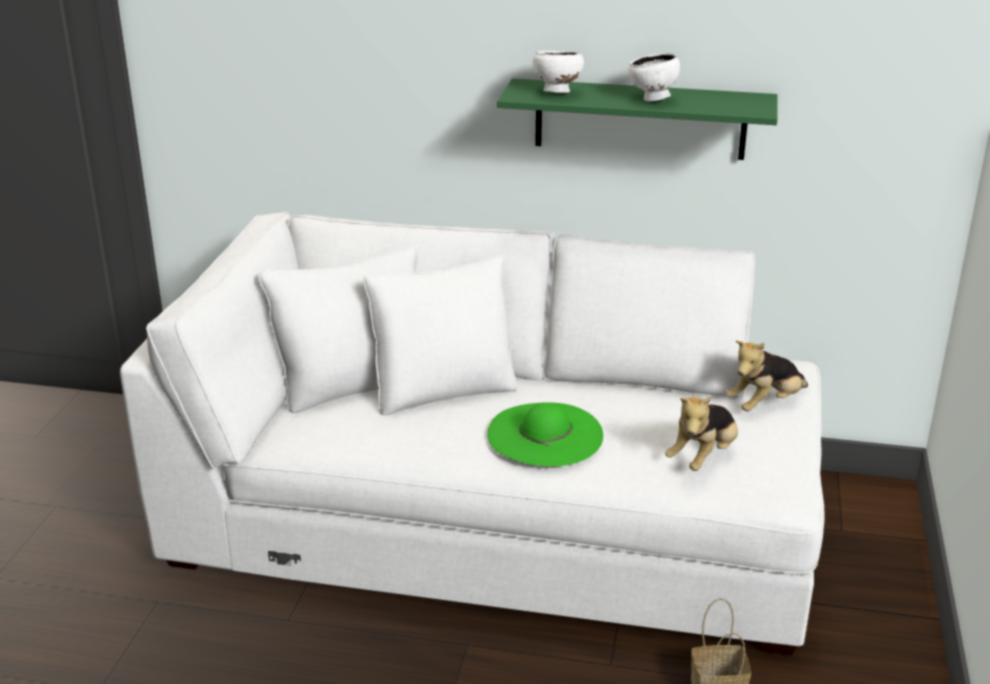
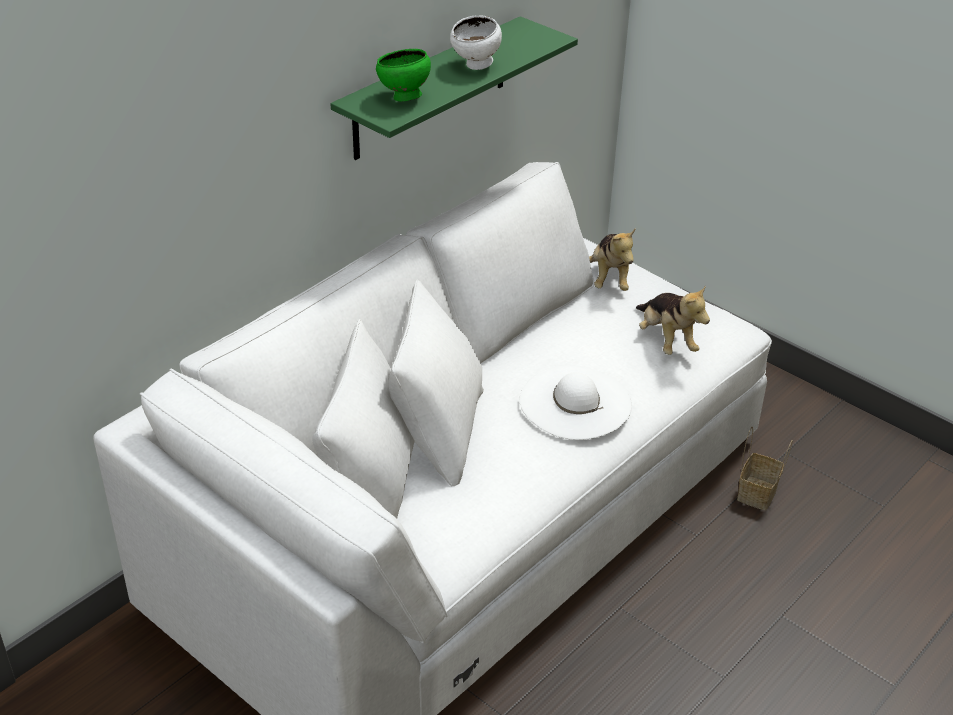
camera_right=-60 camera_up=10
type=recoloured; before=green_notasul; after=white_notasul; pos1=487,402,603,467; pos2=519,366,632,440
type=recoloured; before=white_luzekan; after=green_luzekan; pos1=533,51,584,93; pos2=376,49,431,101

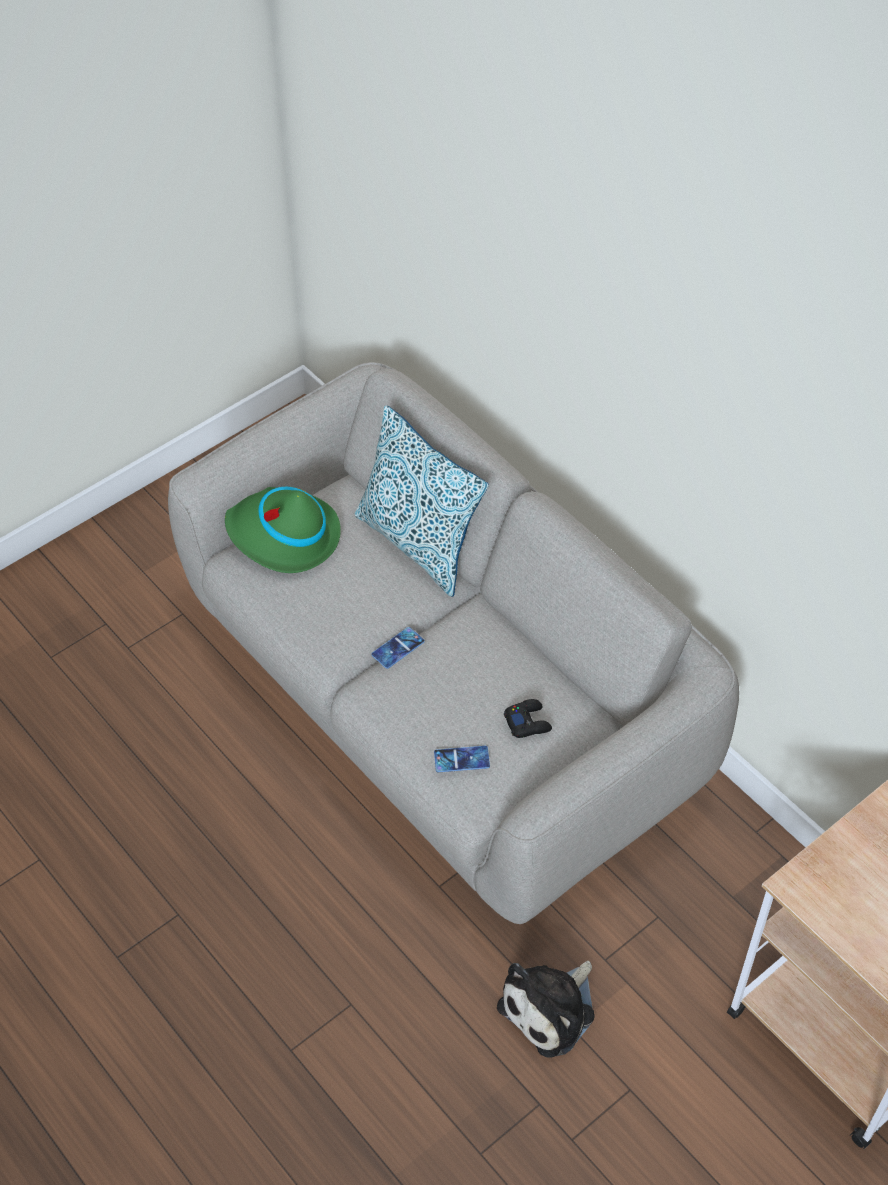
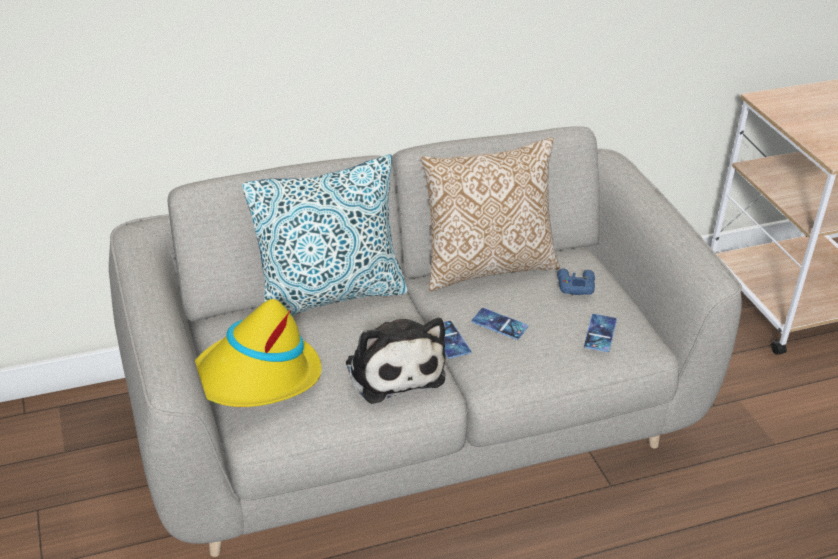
camera_right=-70 camera_up=-15
type=recoloured; before=green_notasul; after=yellow_notasul; pos1=225,487,341,573; pos2=195,299,322,407
type=moved; before=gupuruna; pos1=497,961,595,1058; pos2=346,318,446,404
type=recoloured; before=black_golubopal; after=blue_golubopal; pos1=504,699,552,738; pos2=557,269,595,295
type=added; after=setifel; pos2=421,137,560,291
type=added; after=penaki; pos2=471,308,528,340

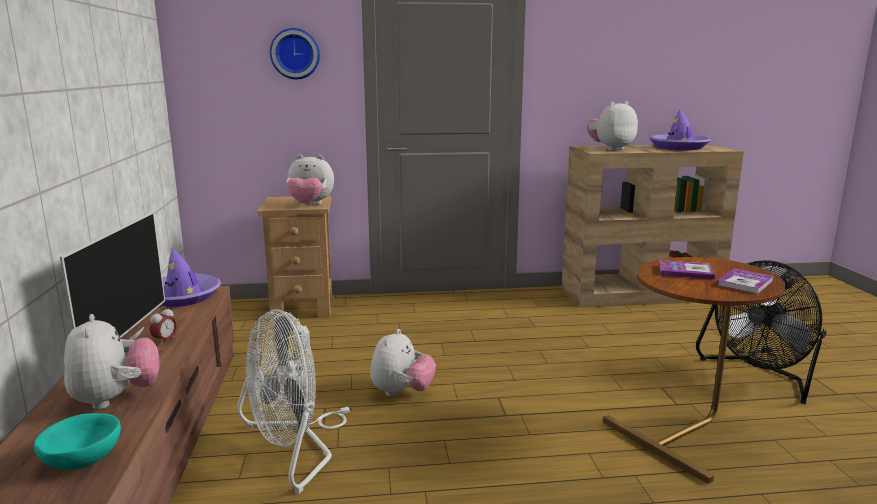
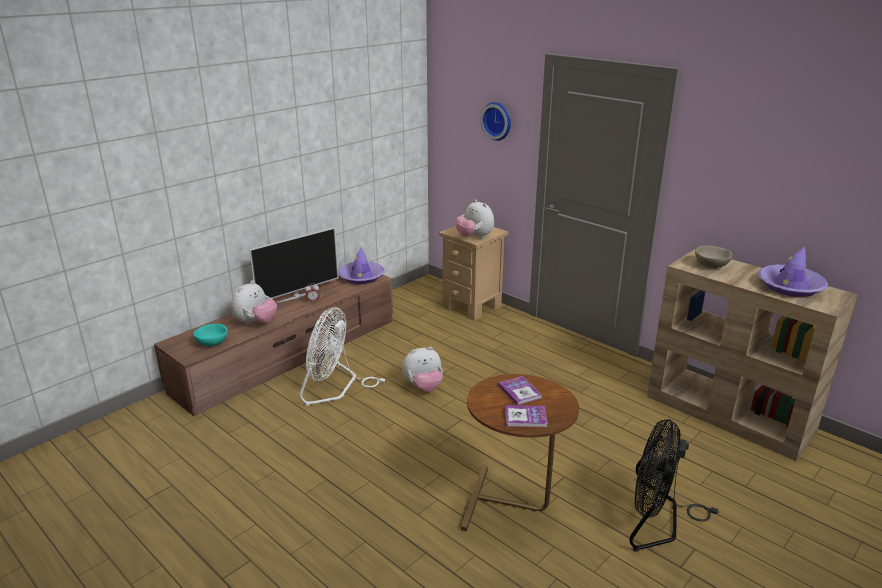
camera_right=50 camera_up=10
type=replaced; before=gupuruna; after=beige_luzekan; pos1=586,101,638,151; pos2=695,245,732,268

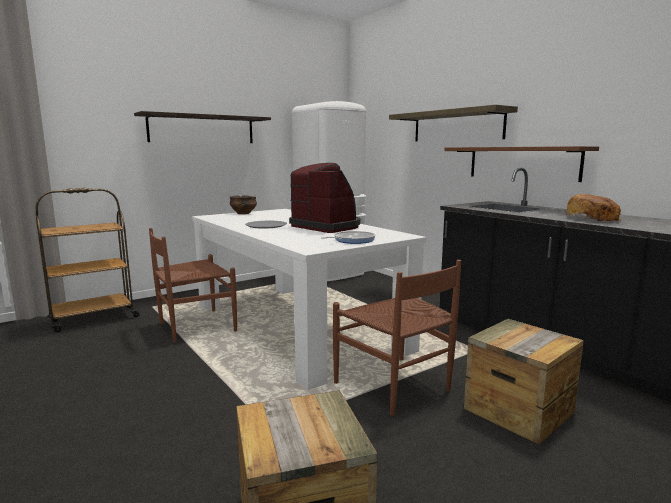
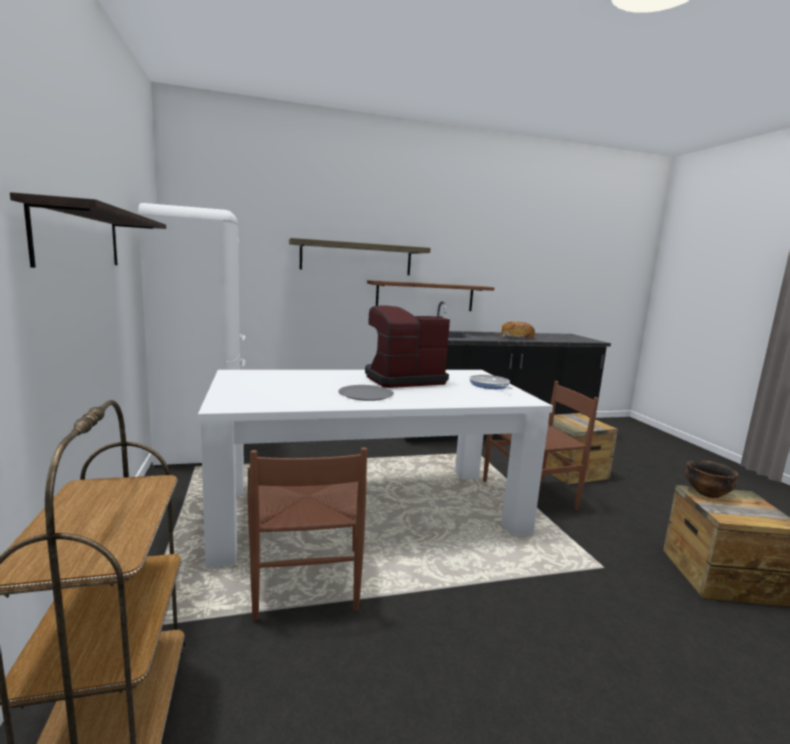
camera_right=-70 camera_up=0
type=moved; before=luzekan; pos1=230,195,257,214; pos2=685,460,738,498

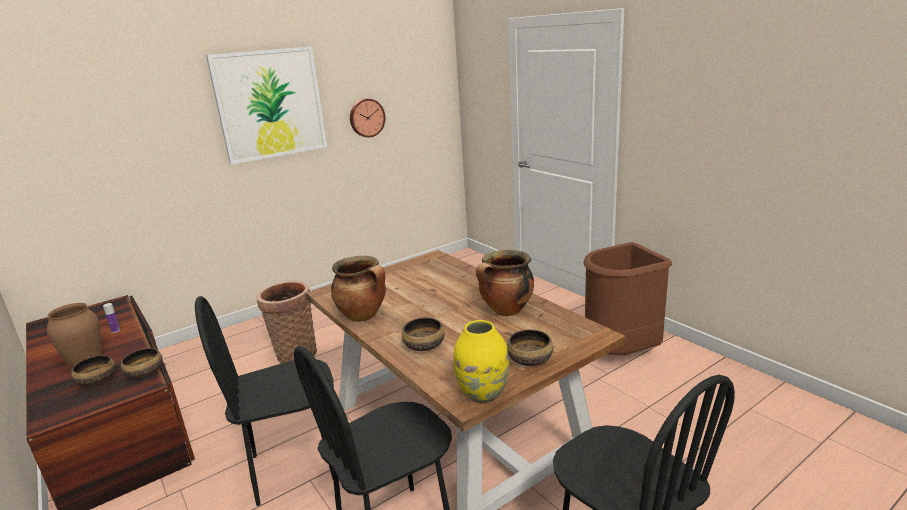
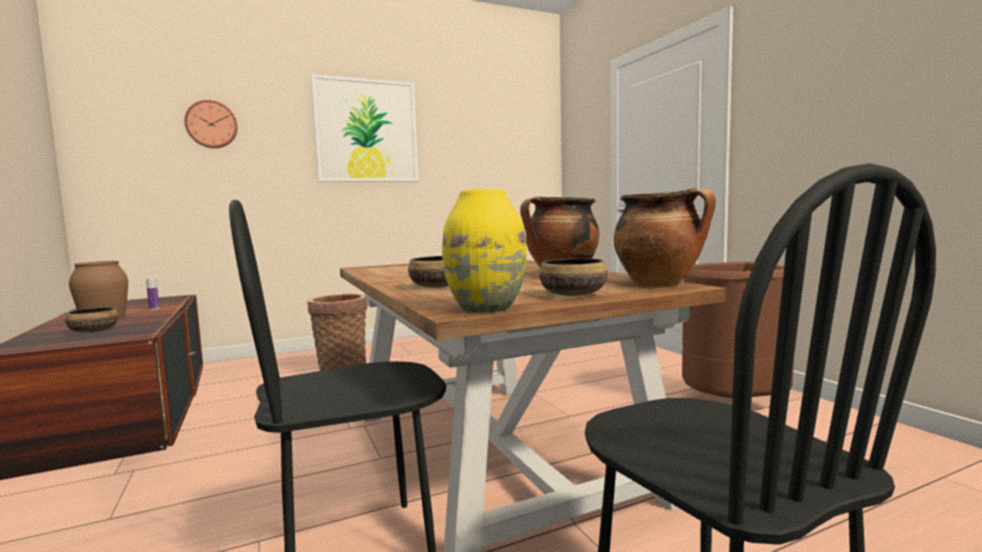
camera_right=10 camera_up=-15
type=removed; before=luzekan; pos1=121,348,163,378
type=removed; before=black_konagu; pos1=195,296,334,506
type=moved; before=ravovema; pos1=331,256,386,322; pos2=614,188,716,287
type=moved; before=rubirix; pos1=350,99,385,137; pos2=185,100,237,148

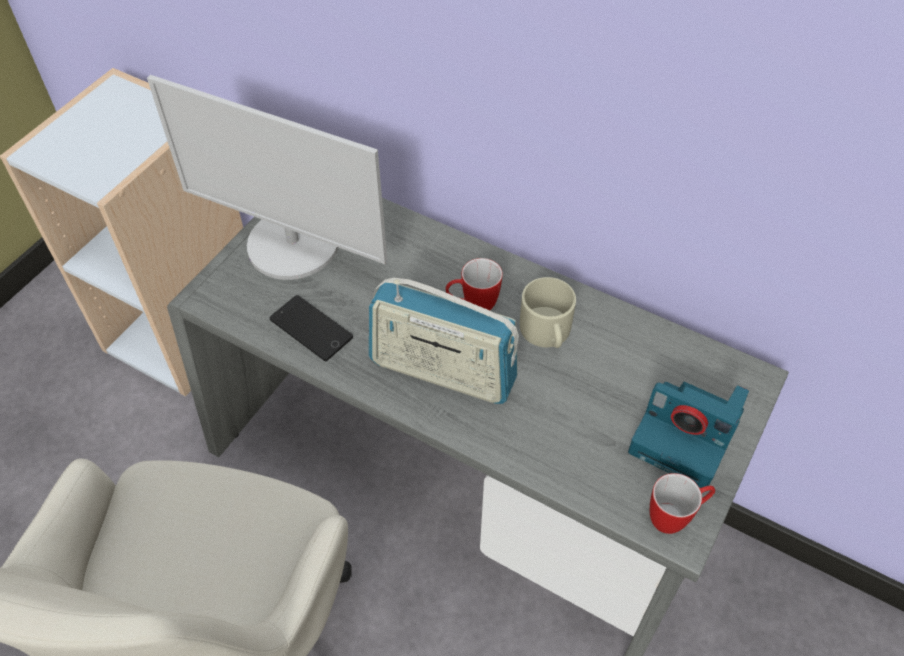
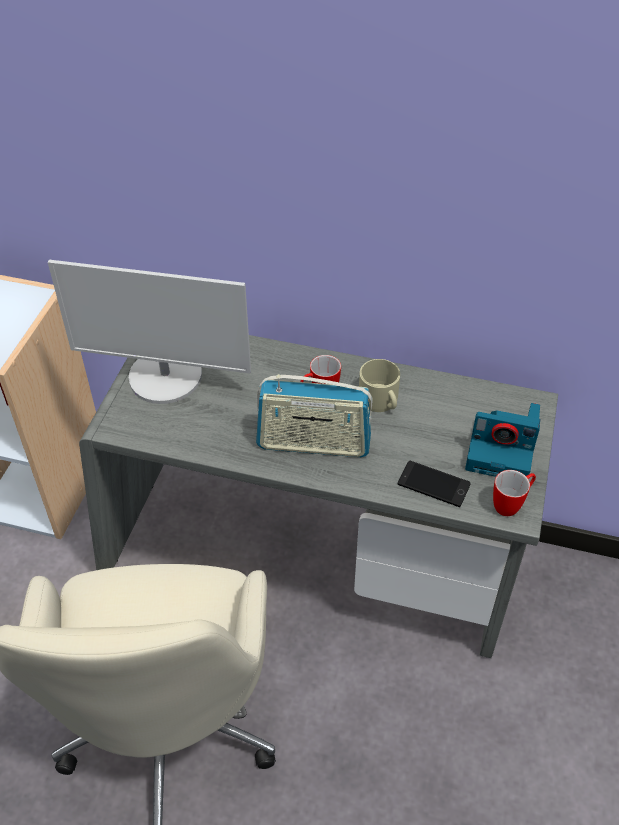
camera_right=-15 camera_up=-5
type=moved; before=penaki; pos1=270,295,353,361; pos2=398,461,471,507

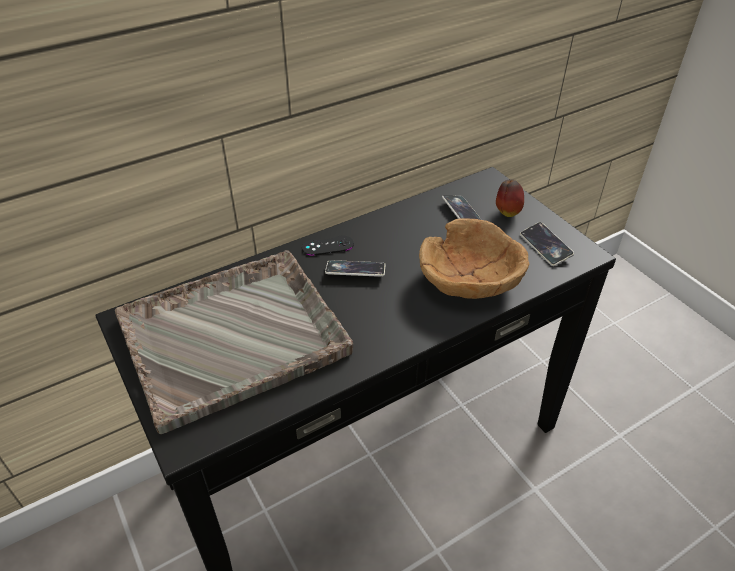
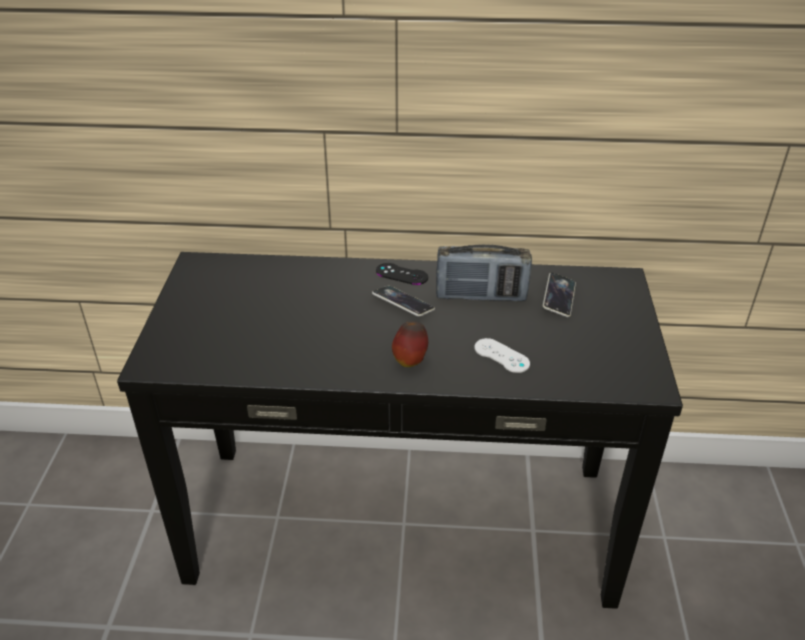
camera_right=35 camera_up=-5
type=removed; before=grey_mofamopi; pos1=115,250,353,434
type=replaced; before=brown_luzekan; after=white_golubopal; pos1=419,218,529,299; pos2=474,338,530,373
type=moved; before=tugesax; pos1=496,179,524,217; pos2=392,321,428,367
type=removed; before=penaki; pos1=520,222,574,266
type=added; after=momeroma; pos2=436,244,532,302

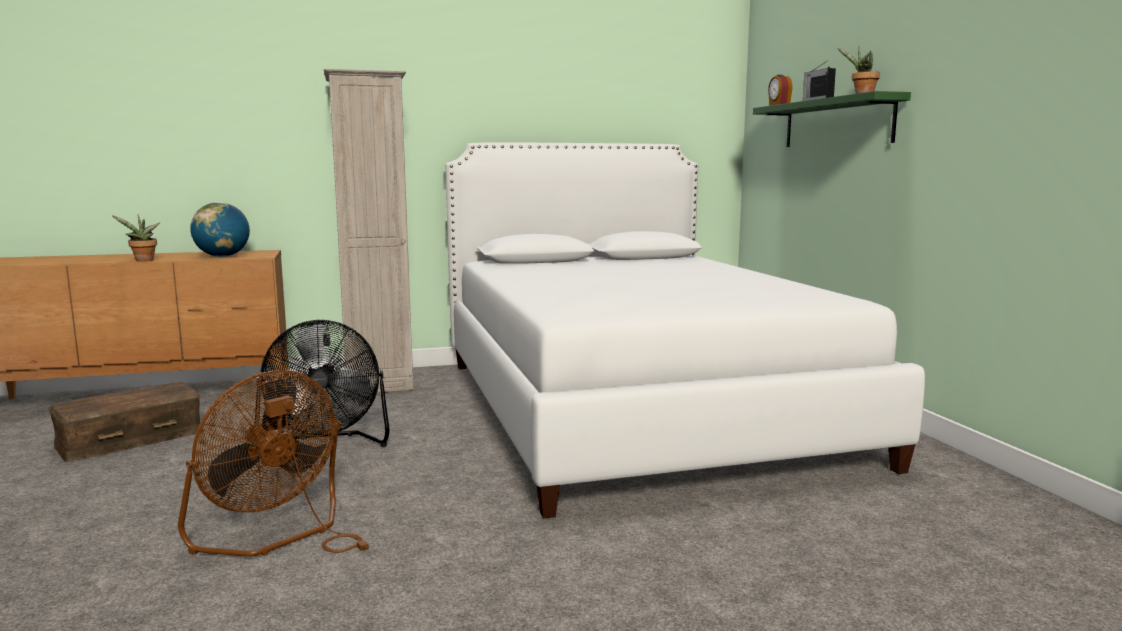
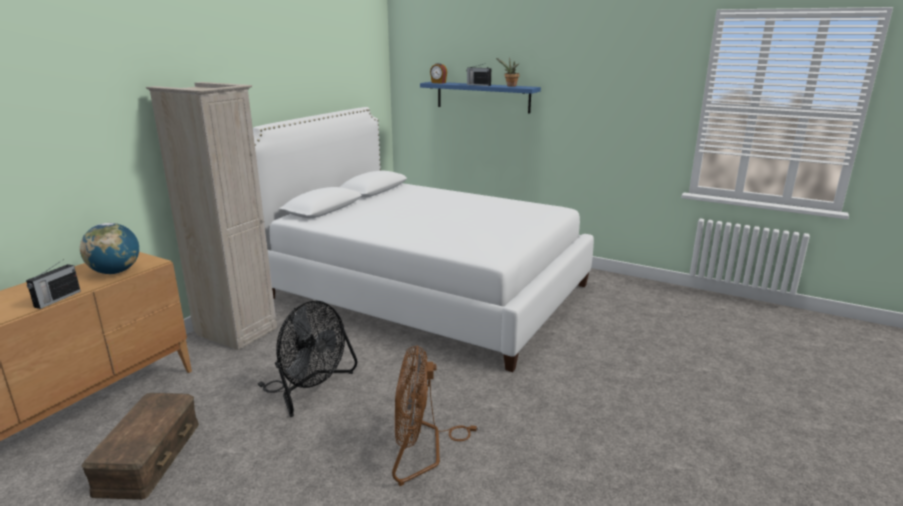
camera_right=-45 camera_up=10
type=replaced; before=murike; after=momeroma; pos1=113,215,161,261; pos2=26,259,81,309
type=recoloured; before=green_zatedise; after=blue_zatedise; pos1=753,91,911,147; pos2=420,82,541,113

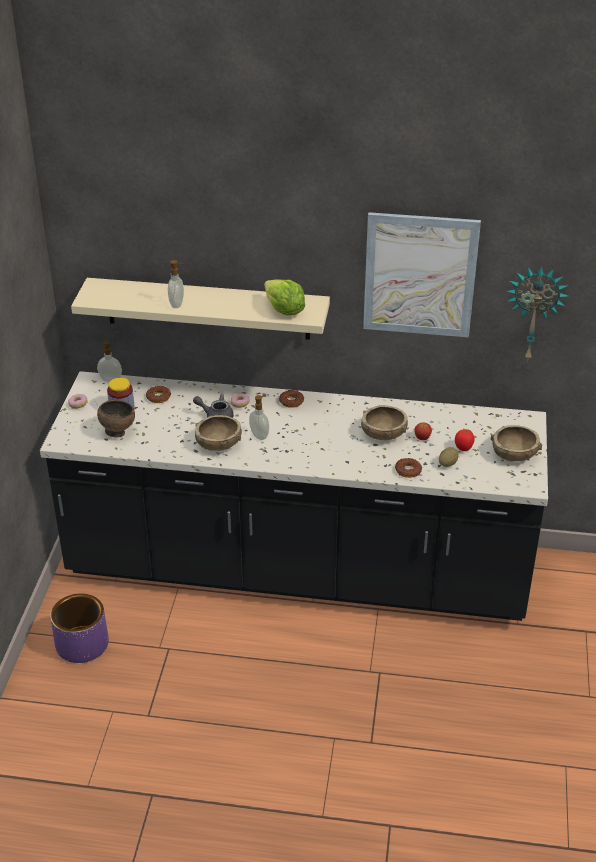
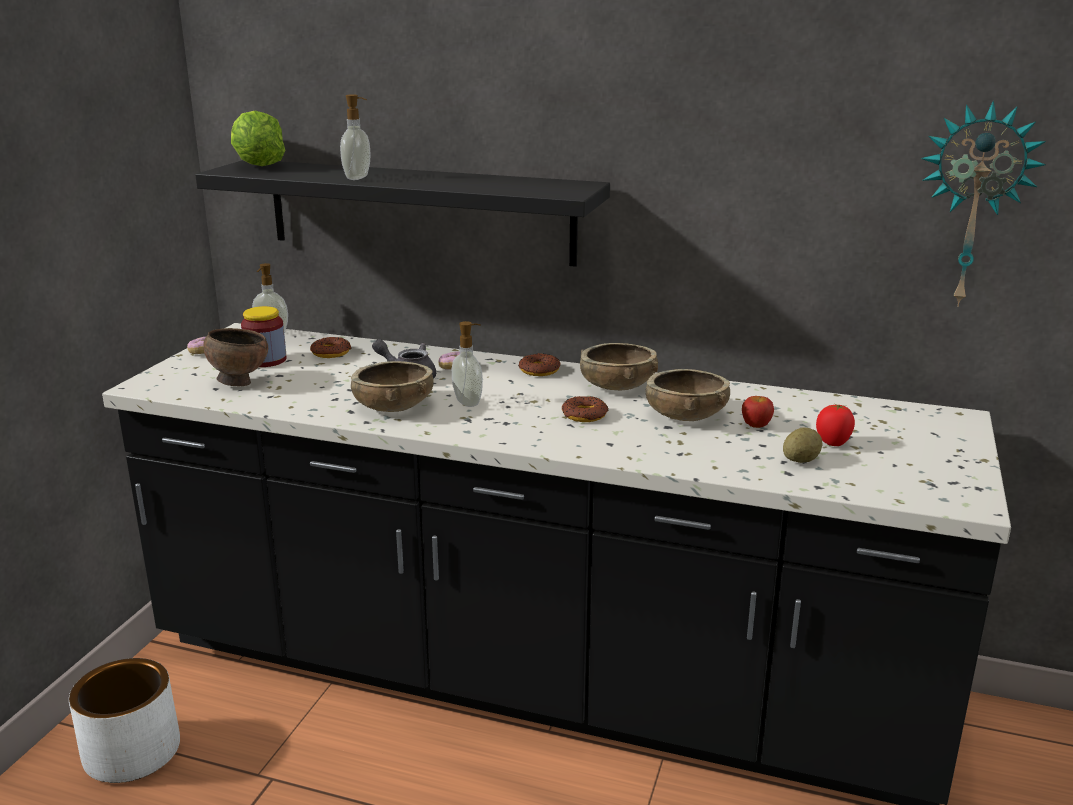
camera_right=10 camera_up=-15
type=recoloured; before=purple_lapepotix; after=white_lapepotix; pos1=50,593,109,663; pos2=69,658,180,783
type=recoloured; before=beige_zatedise; after=black_zatedise; pos1=71,278,330,340; pos2=195,160,610,267
type=moved; before=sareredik; pos1=264,280,305,316; pos2=231,110,286,166
type=removed; before=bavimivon; pos1=363,212,481,337
type=moved; before=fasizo; pos1=395,458,422,478; pos2=562,396,608,422
type=moved; before=brown_luzekan; pos1=491,425,542,462; pos2=580,343,658,390

